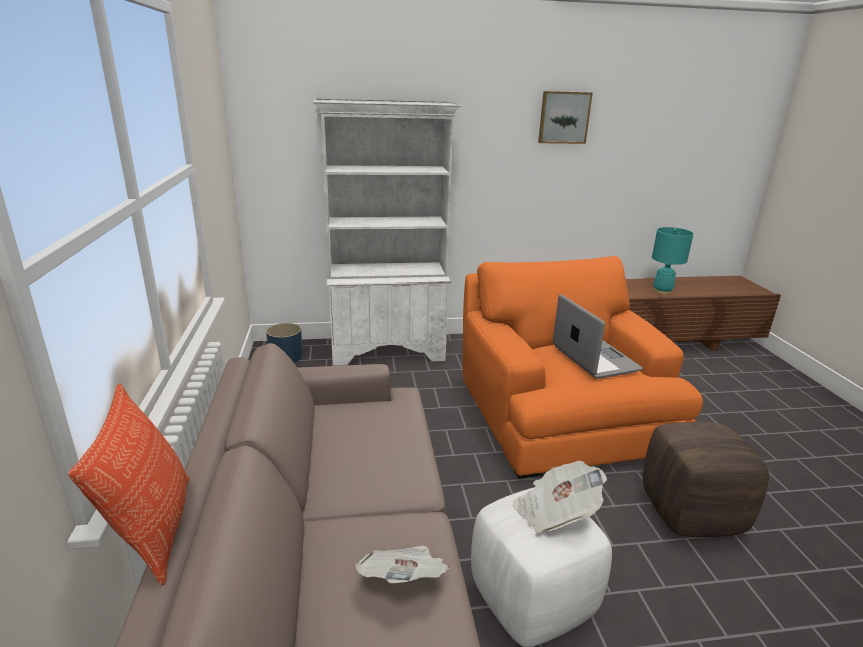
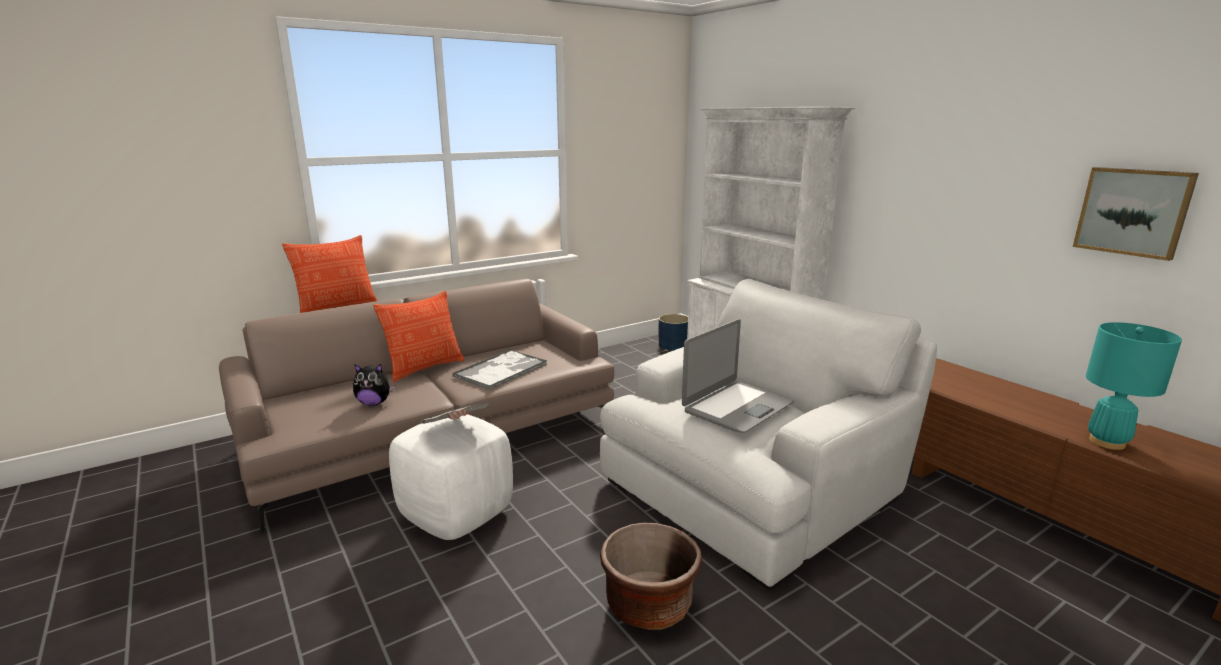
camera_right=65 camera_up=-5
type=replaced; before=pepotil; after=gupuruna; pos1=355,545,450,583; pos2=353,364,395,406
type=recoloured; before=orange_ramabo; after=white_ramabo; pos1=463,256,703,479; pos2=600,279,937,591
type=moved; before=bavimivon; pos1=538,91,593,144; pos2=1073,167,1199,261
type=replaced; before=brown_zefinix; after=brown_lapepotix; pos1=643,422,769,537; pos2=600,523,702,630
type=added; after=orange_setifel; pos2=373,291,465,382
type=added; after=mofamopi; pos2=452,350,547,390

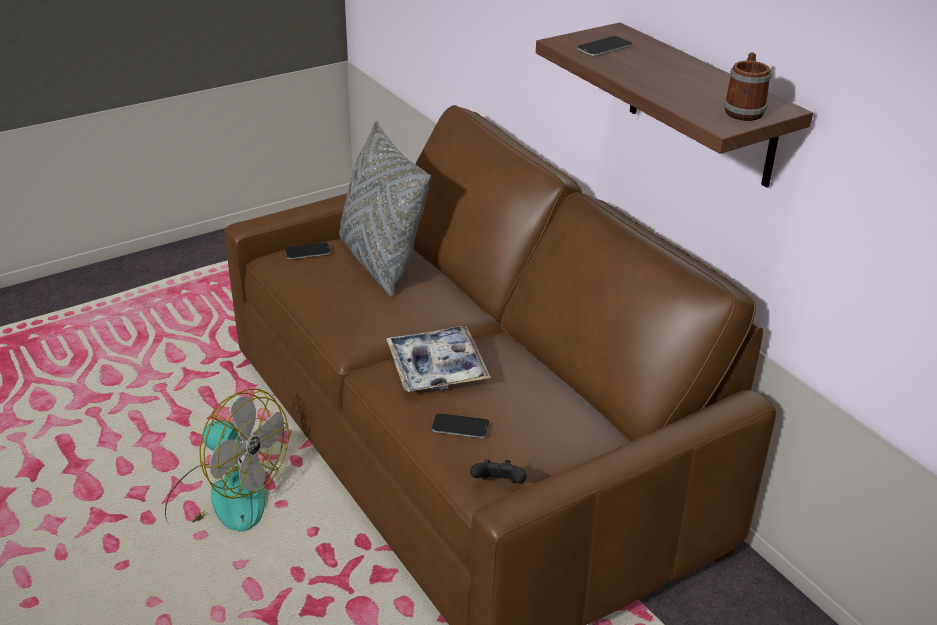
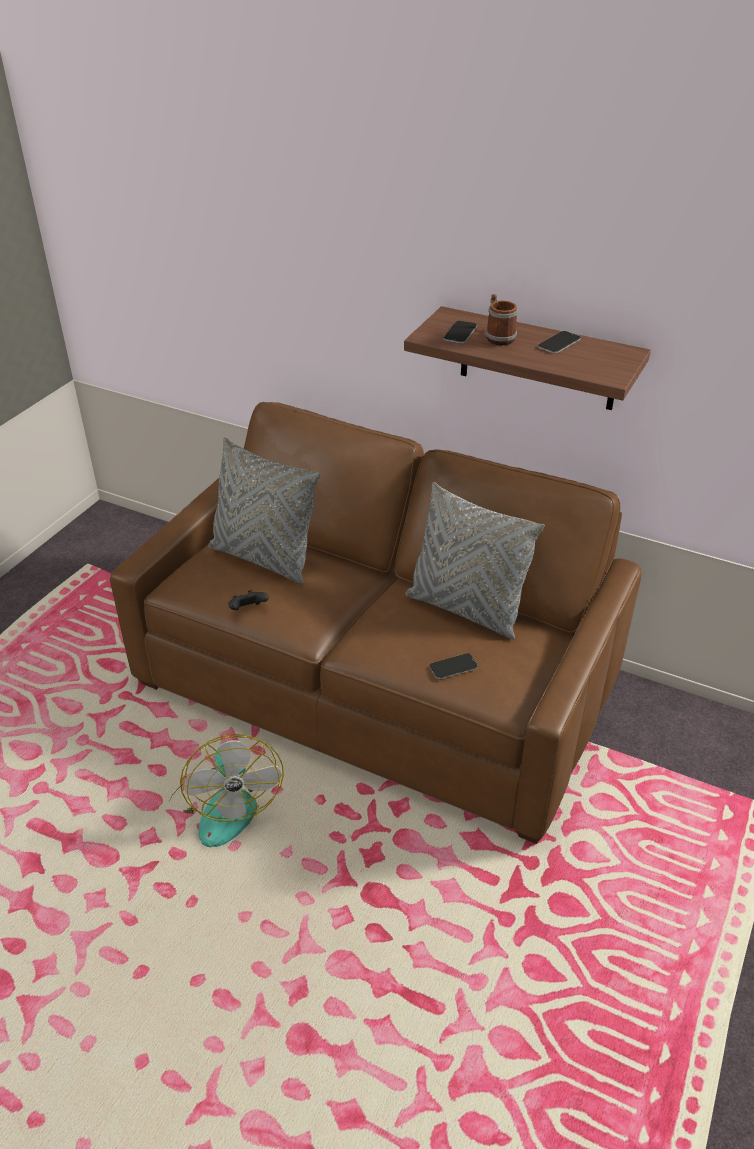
camera_right=-30 camera_up=5
type=turned; before=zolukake; pos1=165,389,289,532; pos2=170,734,284,847; turn=75
type=moved; before=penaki; pos1=285,242,331,259; pos2=538,331,581,354
type=removed; before=mofamopi; pos1=386,326,491,392
type=moved; before=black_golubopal; pos1=470,459,527,483; pos2=228,590,269,610
type=moved; before=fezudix; pos1=724,52,771,121; pos2=486,294,518,345
type=added; after=grey_setifel; pos2=405,482,545,639

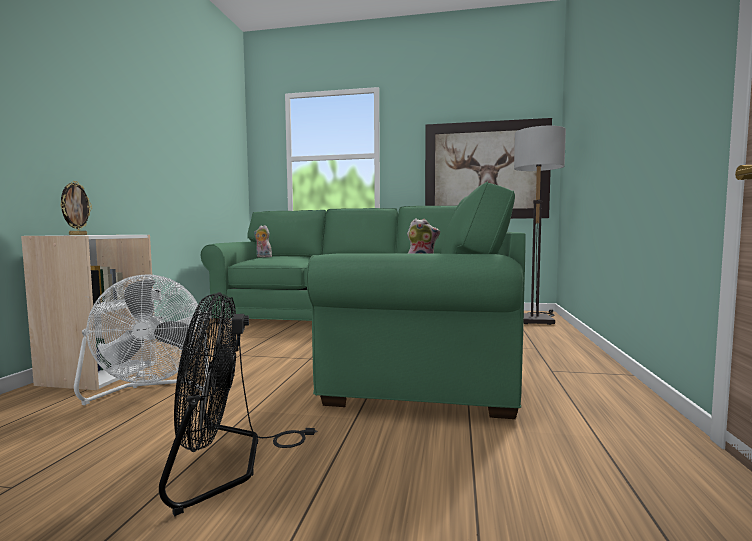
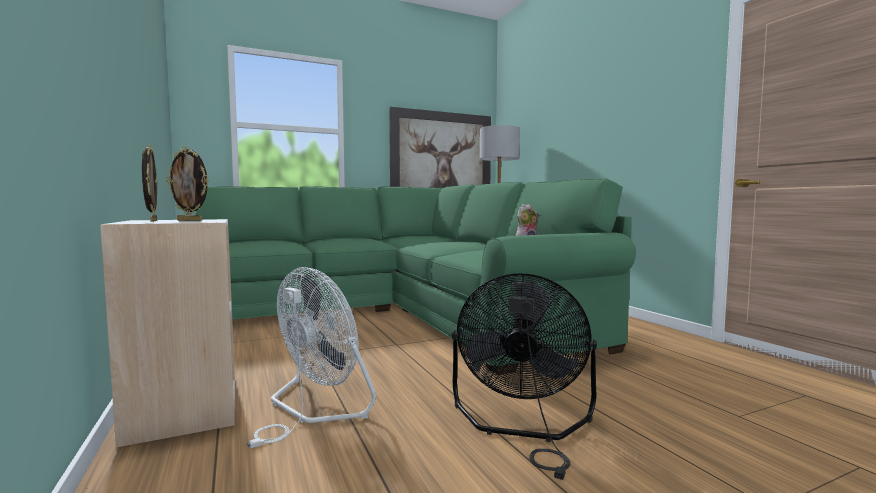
camera_right=-35 camera_up=0
type=turned; before=white_zolukake; pos1=74,275,209,405; pos2=246,267,376,448; turn=-90
type=turned; before=black_zolukake; pos1=159,292,318,516; pos2=452,273,597,480; turn=150
type=removed; before=gupuruna; pos1=254,225,272,257
type=added; after=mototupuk; pos2=166,146,209,221

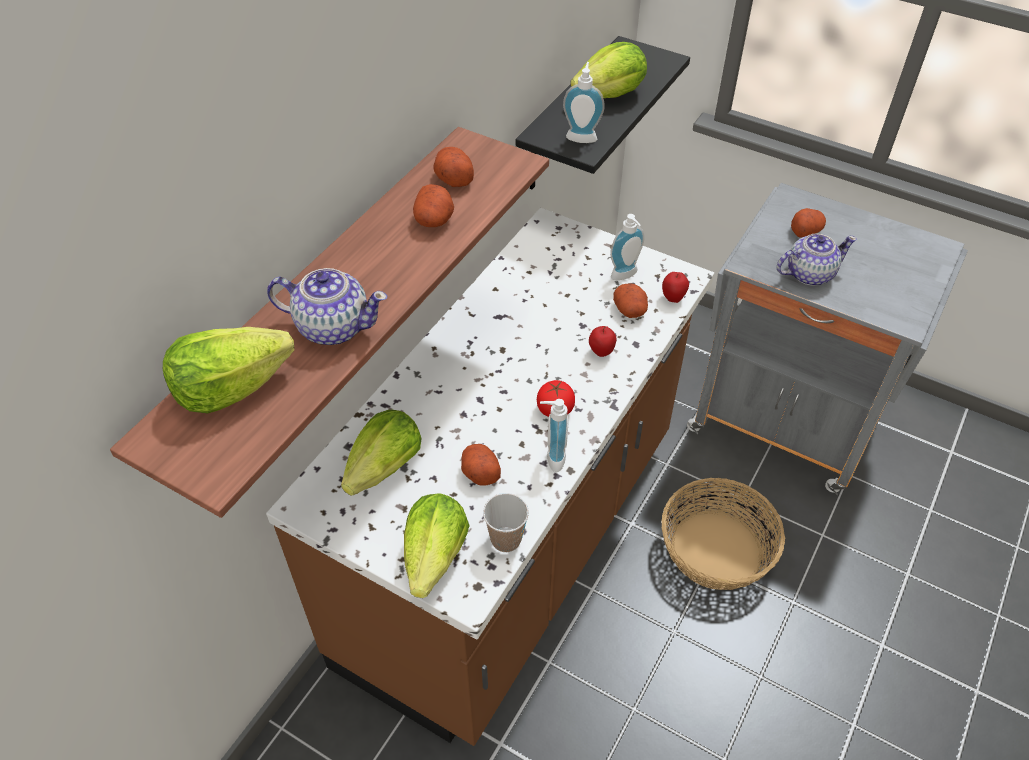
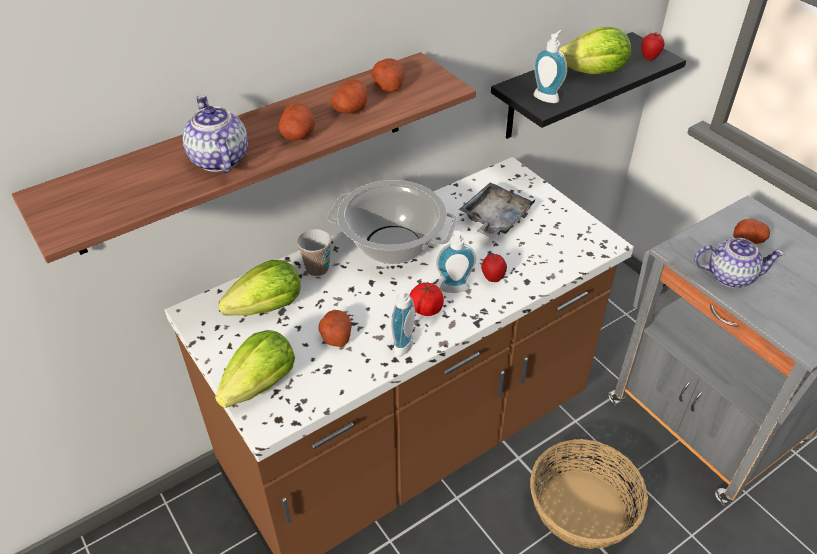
camera_right=25 camera_up=-5
type=removed; before=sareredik; pos1=163,327,295,413
type=turned; before=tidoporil; pos1=267,268,387,345; pos2=183,95,248,173; turn=-150
type=moved; before=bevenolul; pos1=483,493,529,552; pos2=297,229,331,276
type=moved; before=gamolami; pos1=610,214,644,280; pos2=436,231,476,293
type=moved; before=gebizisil; pos1=613,283,648,318; pos2=279,103,316,140
type=moved; before=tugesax; pos1=662,272,689,303; pos2=641,32,665,61
type=added; after=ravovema; pos2=327,180,457,264
type=added; after=grey_mofamopi; pos2=459,182,535,238

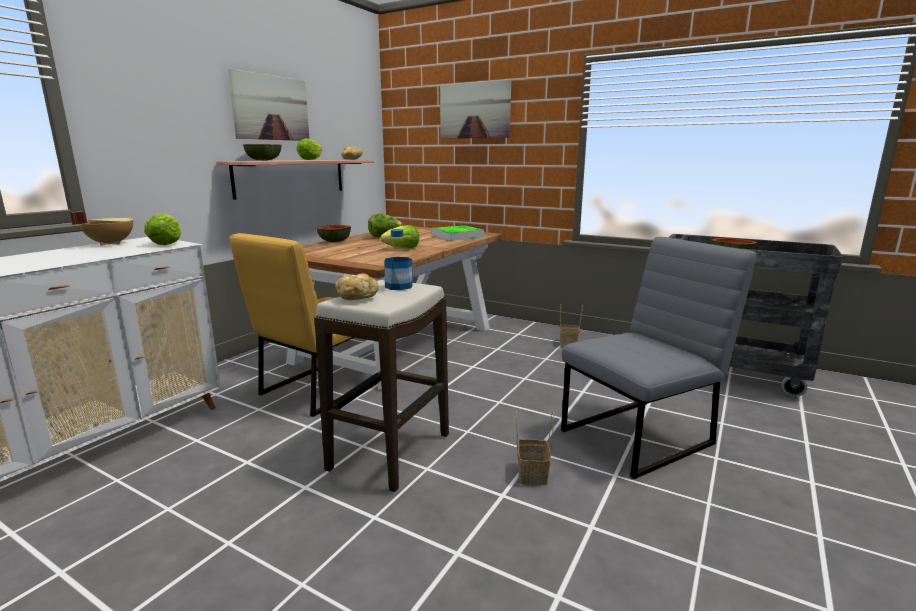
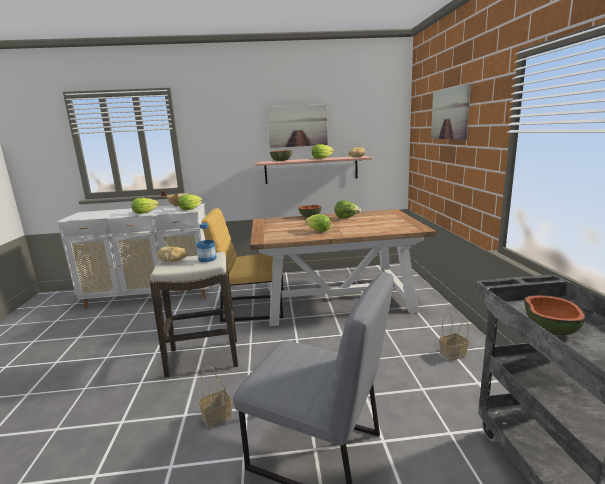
camera_right=55 camera_up=0
type=removed; before=mofamopi; pos1=432,225,484,241
type=added; after=sareredik; pos2=131,198,159,214

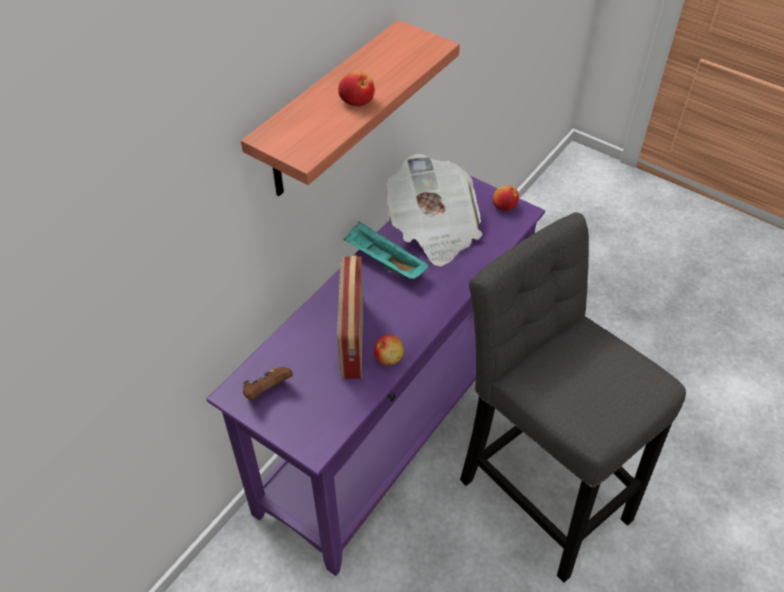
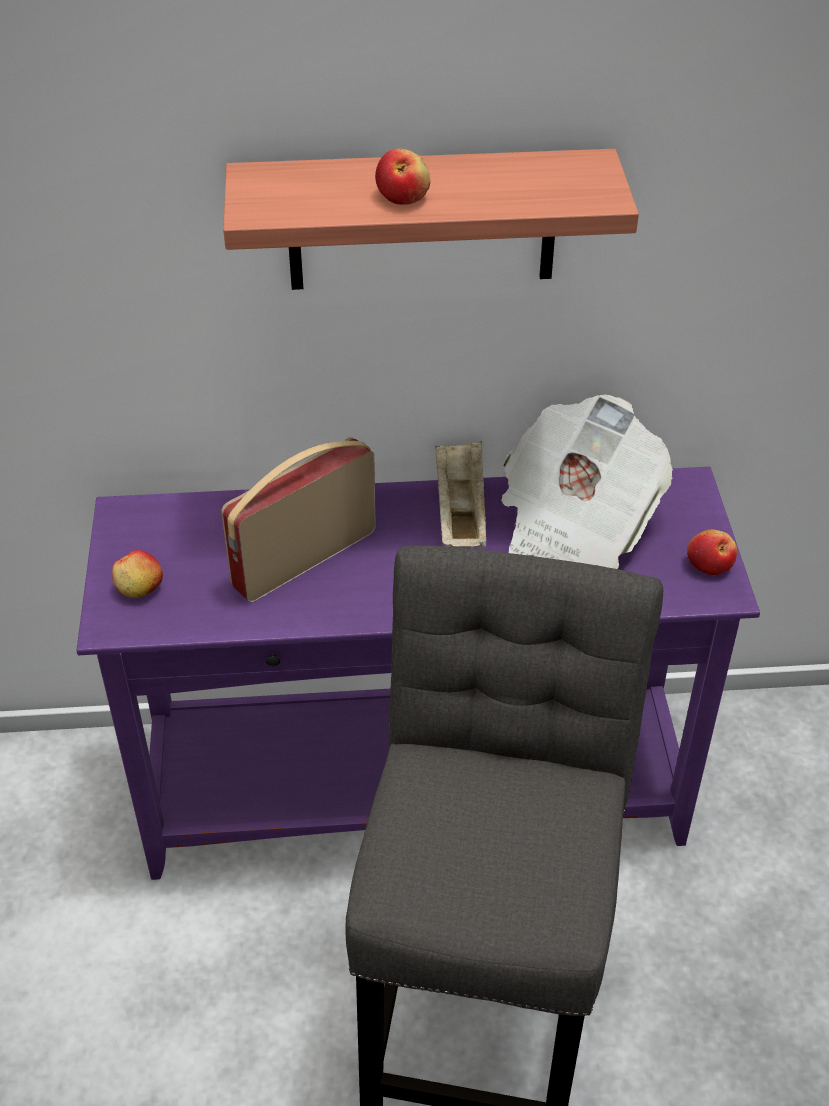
camera_right=50 camera_up=-5
type=removed; before=brown_golubopal; pos1=243,367,293,400
type=recoloured; before=turquoise_mofamopi; after=beige_mofamopi; pos1=343,221,429,279; pos2=435,441,486,547
type=moved; before=tugesax; pos1=374,334,404,365; pos2=112,550,163,598

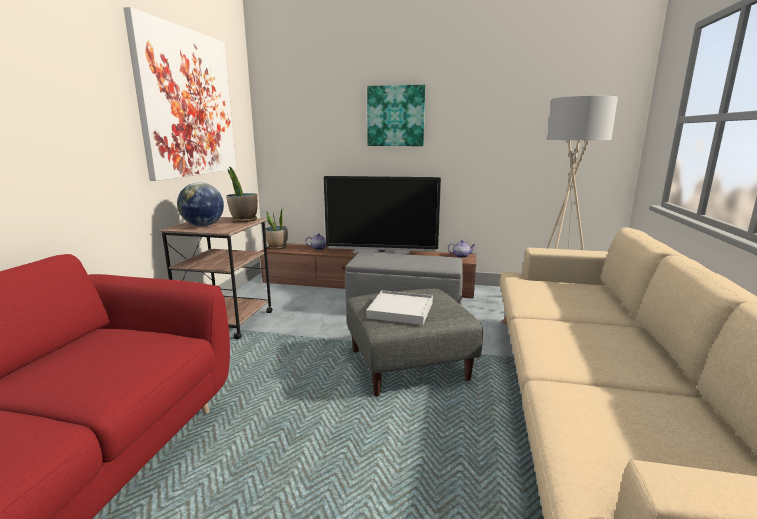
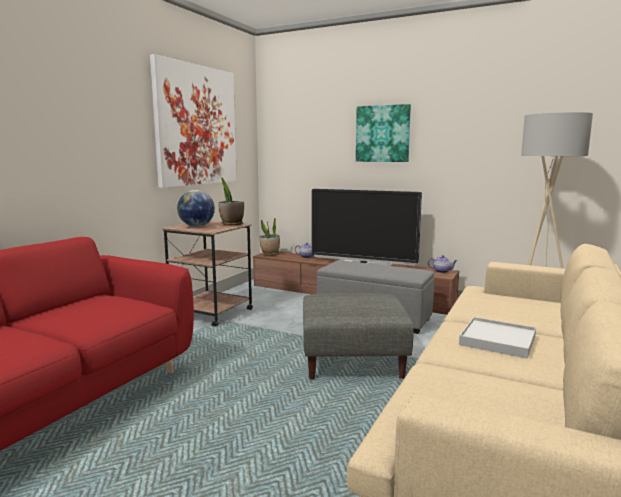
camera_right=15 camera_up=-5
type=moved; before=white_mofamopi; pos1=366,290,433,325; pos2=459,317,536,359

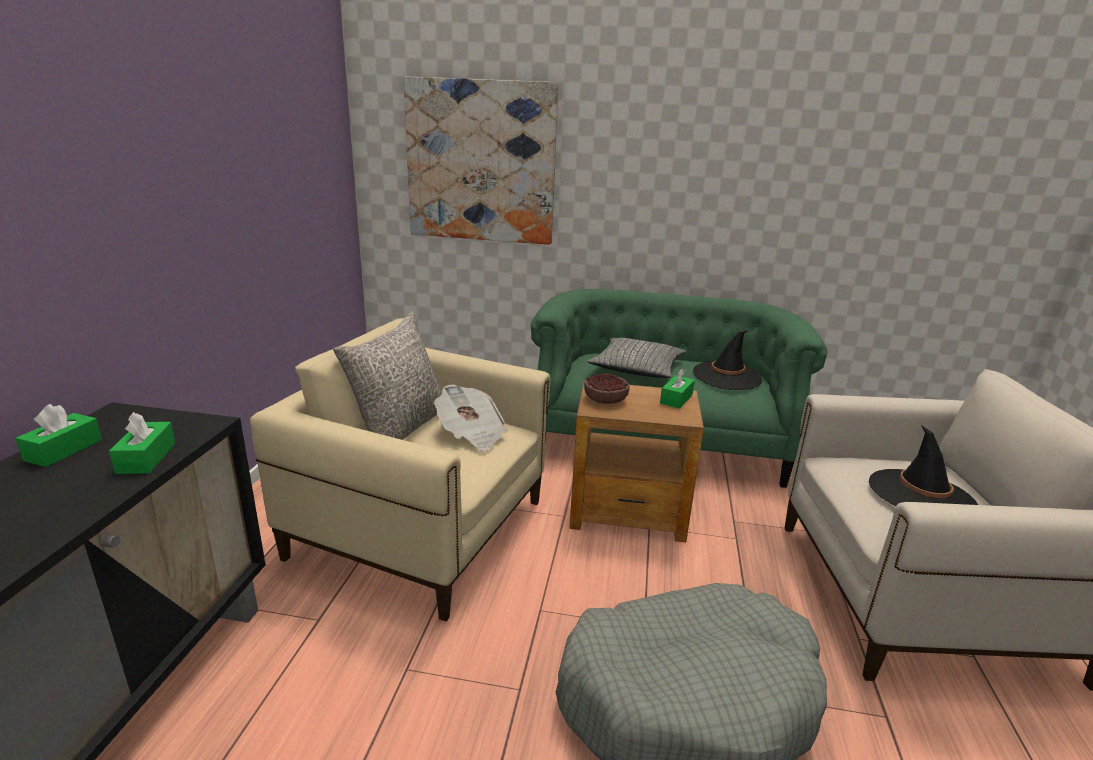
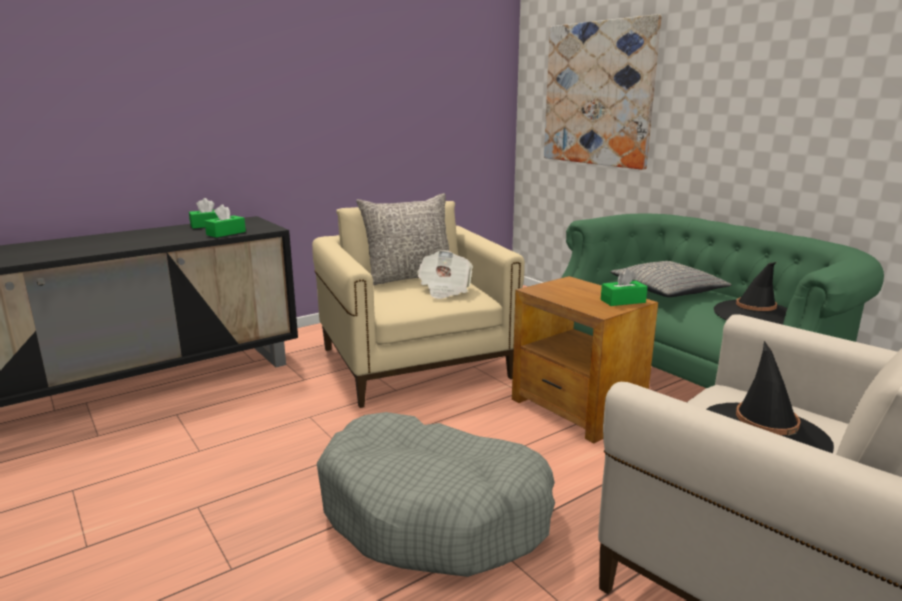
camera_right=45 camera_up=-5
type=removed; before=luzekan; pos1=584,373,630,404

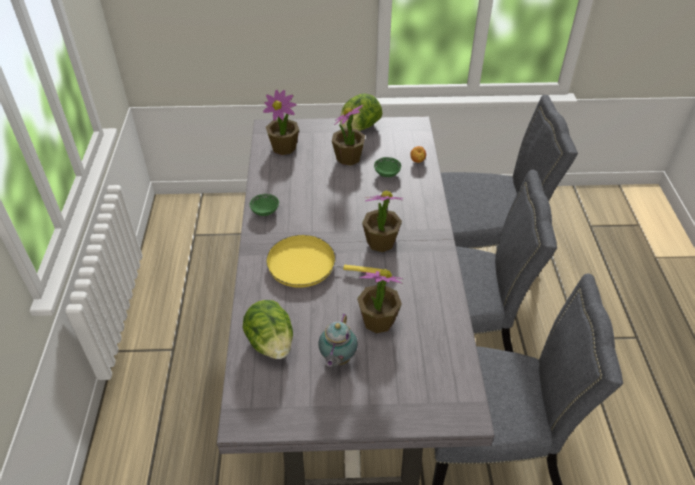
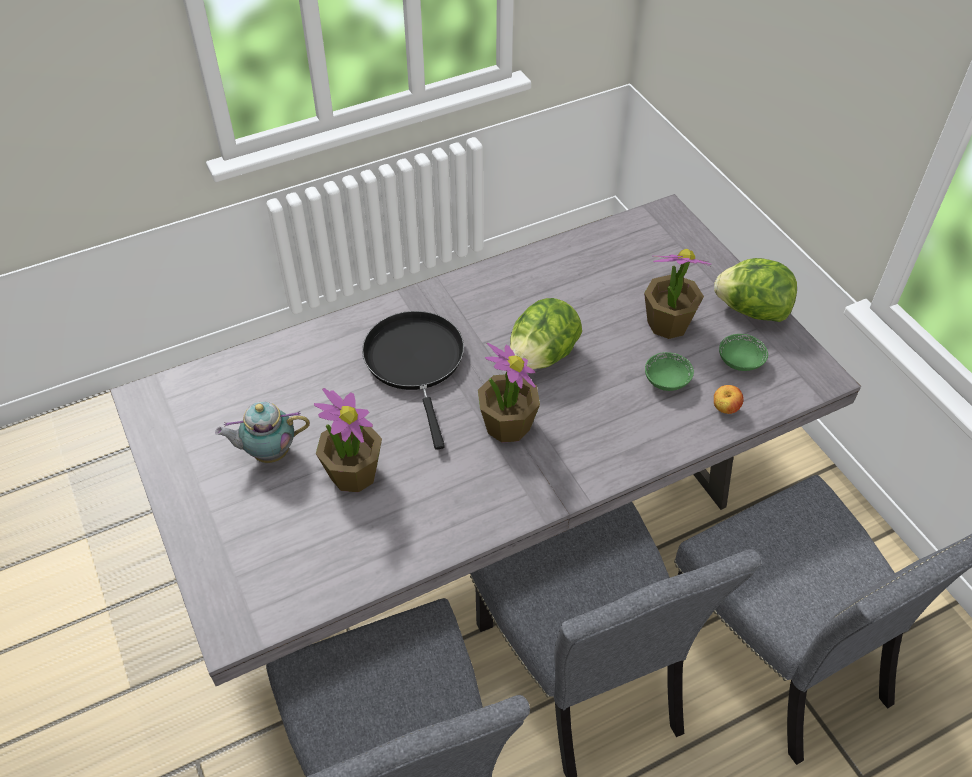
camera_right=65 camera_up=5
type=moved; before=sareredik; pos1=242,300,293,359; pos2=510,298,582,369
type=moved; before=green_luzekan; pos1=250,194,279,216; pos2=719,334,768,371
type=removed; before=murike; pos1=263,90,299,155
type=recoloured; before=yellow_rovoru; after=black_rovoru; pos1=266,235,383,288; pos2=362,311,464,450

